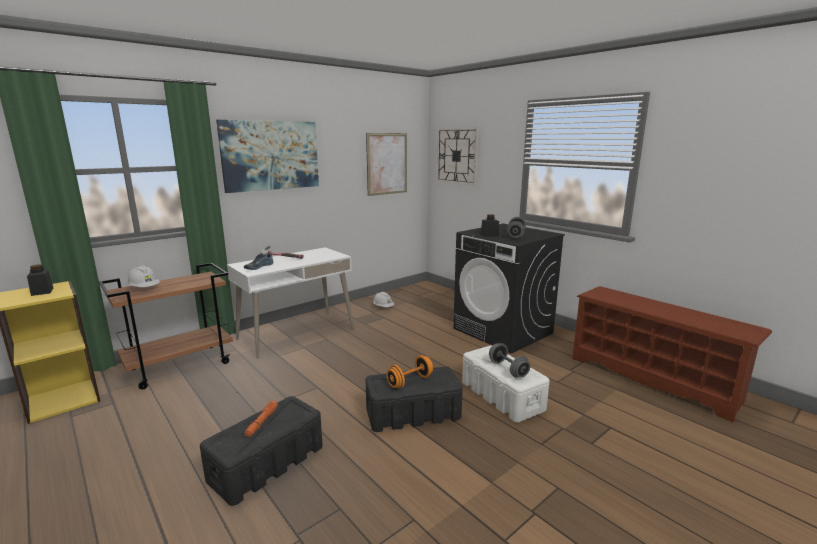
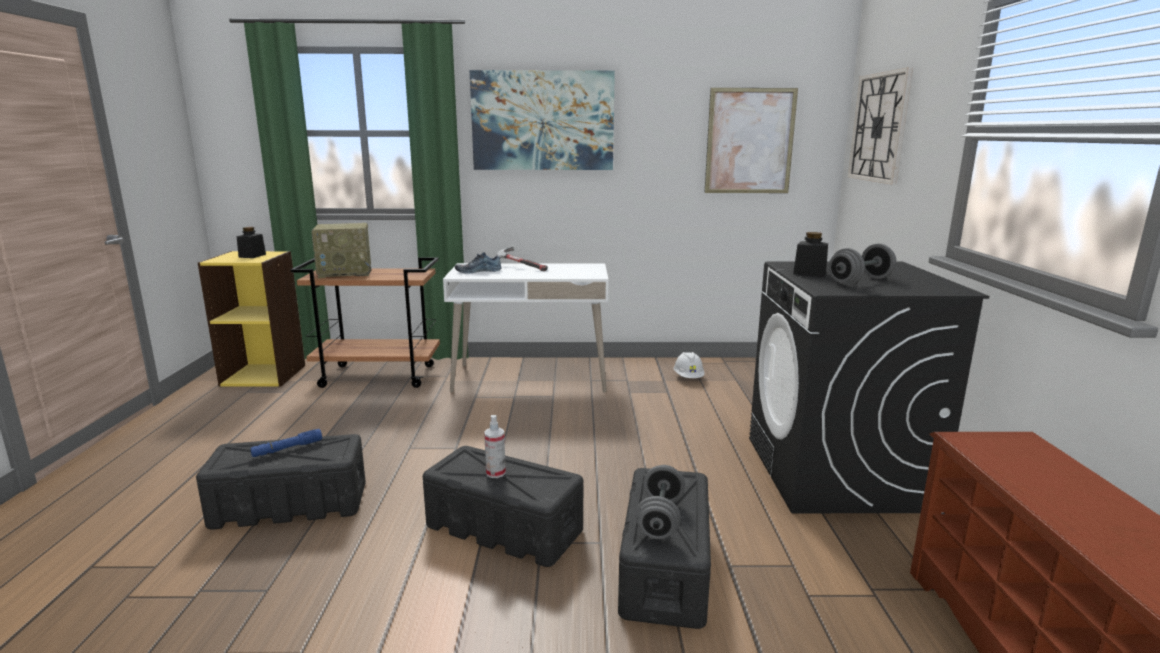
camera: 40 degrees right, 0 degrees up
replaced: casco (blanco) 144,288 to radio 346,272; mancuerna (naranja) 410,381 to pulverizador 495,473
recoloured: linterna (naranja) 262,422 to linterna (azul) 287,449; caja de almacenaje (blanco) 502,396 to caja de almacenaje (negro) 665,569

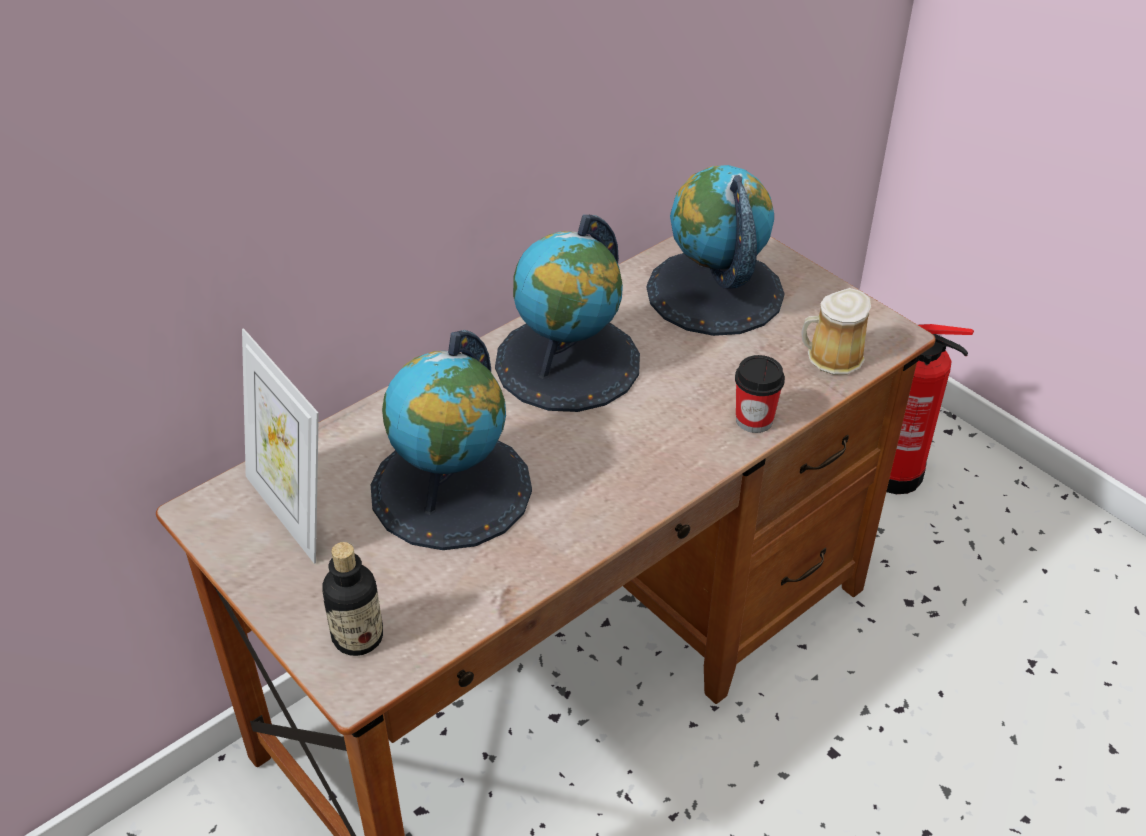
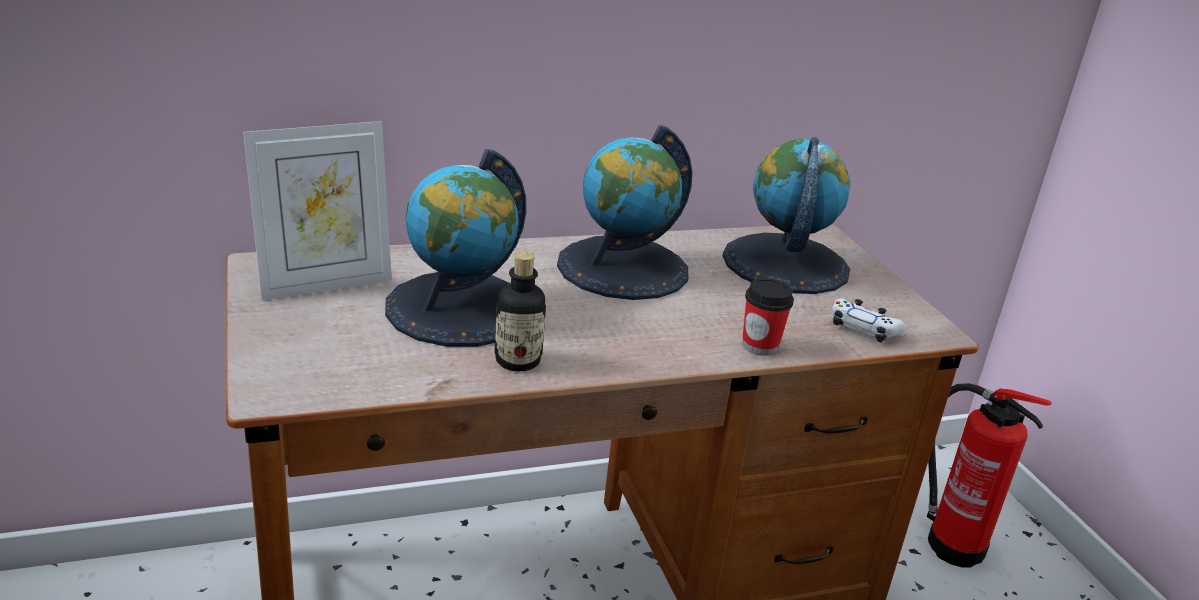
camera: 20 degrees right, 15 degrees down
moved: botella 358,637 to 517,361
replaced: taza grande 831,357 to mando de consola (blanco) 864,329
turned: portarretratos 293,511 = 324,284 105 degrees counterclockwise

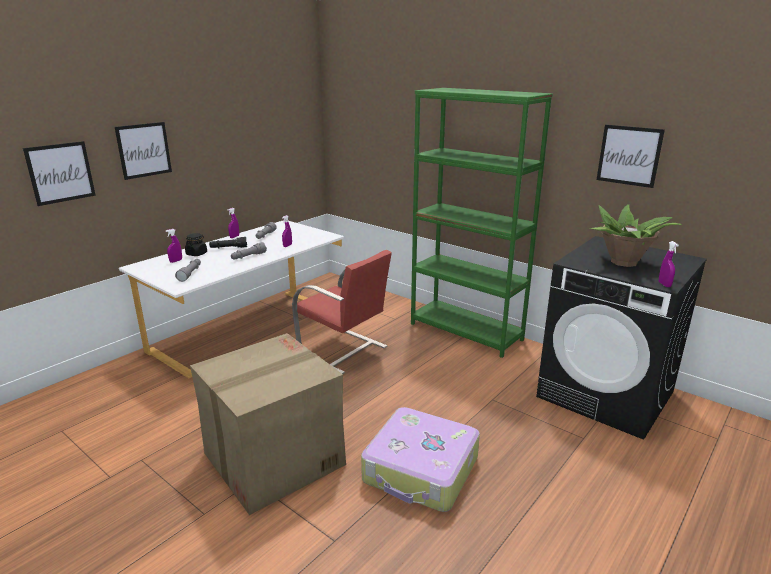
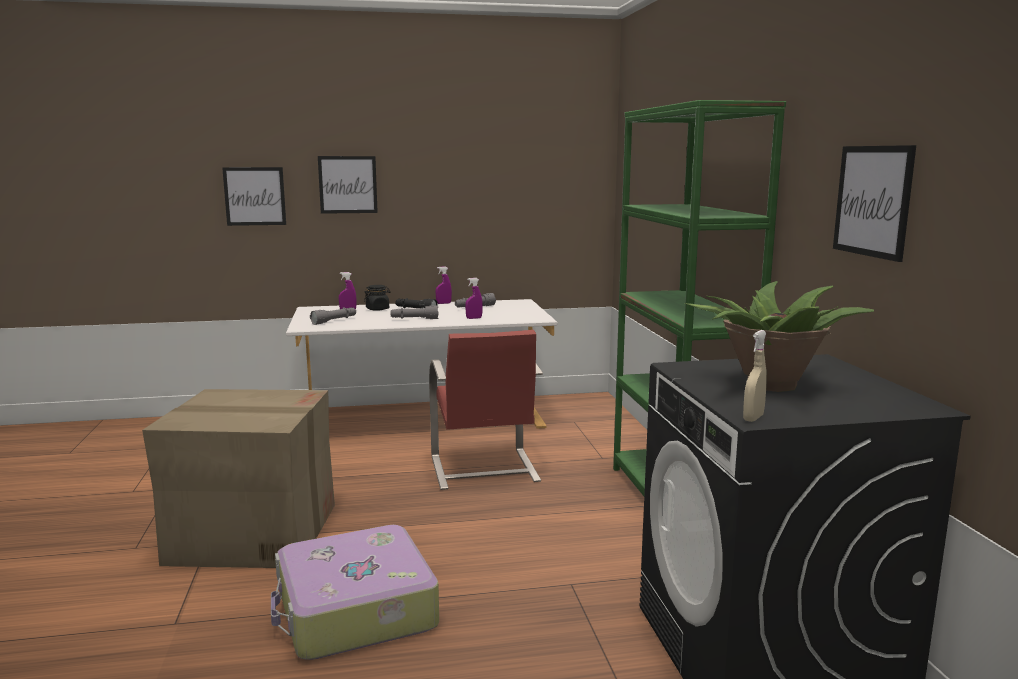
camera: 40 degrees right, 10 degrees down
recoloured: pulverizador (morado) 664,284 to pulverizador (beis) 753,418

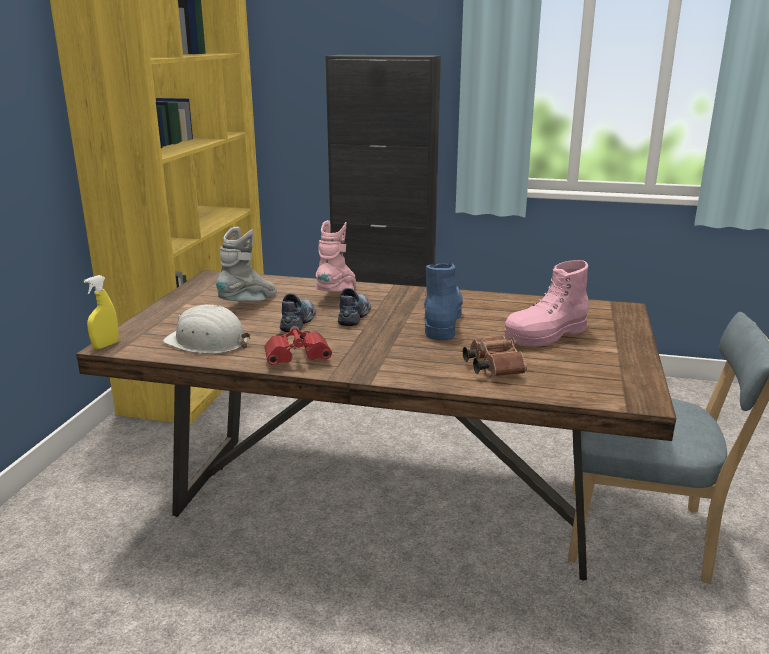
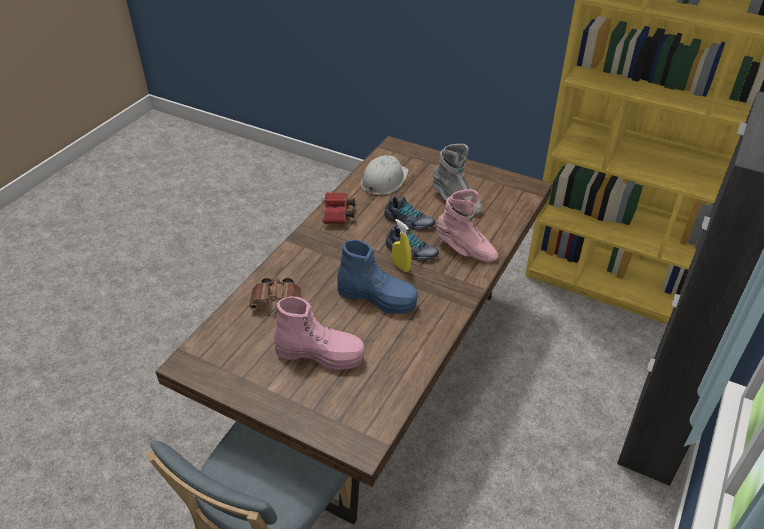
camera: 105 degrees right, 20 degrees up
moved: pulverizador (amarillo) 106,345 to 401,267
turned: bota (rosa) 546,336 = 320,354 120 degrees clockwise

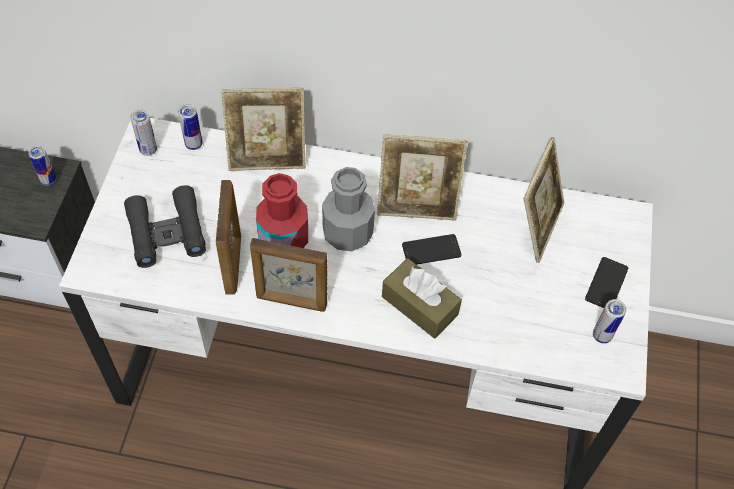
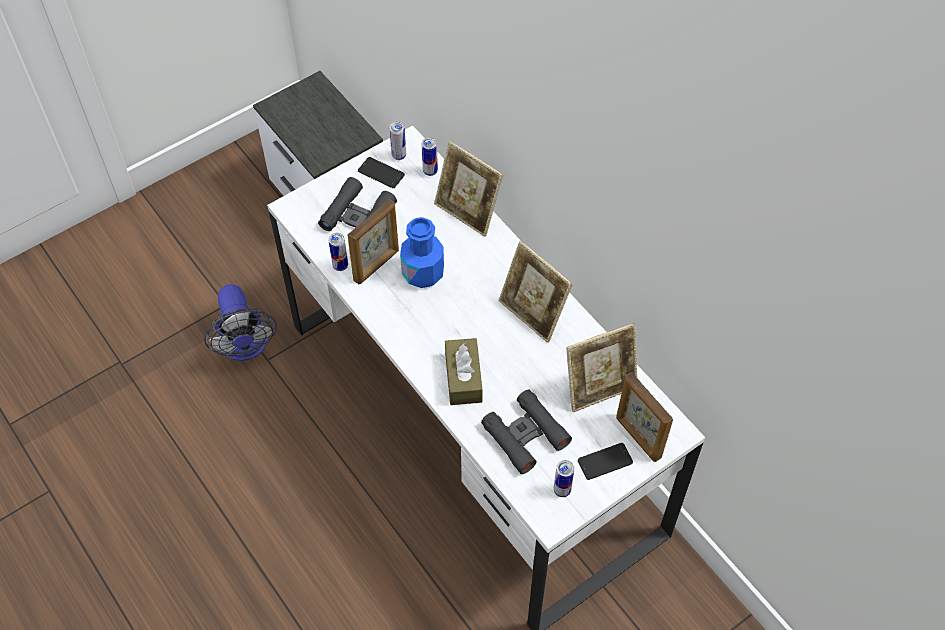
camera: 45 degrees right, 0 degrees up
removed: botella (gris) 347,233
added: ventilador 245,346; prismáticos (negro) 525,435
moved: lata 49,180 to 340,266; móvil 431,250 to 381,173; portarretratos 291,301 to 638,438
recoloured: botella (rojo) 284,239 to botella (azul) 423,273

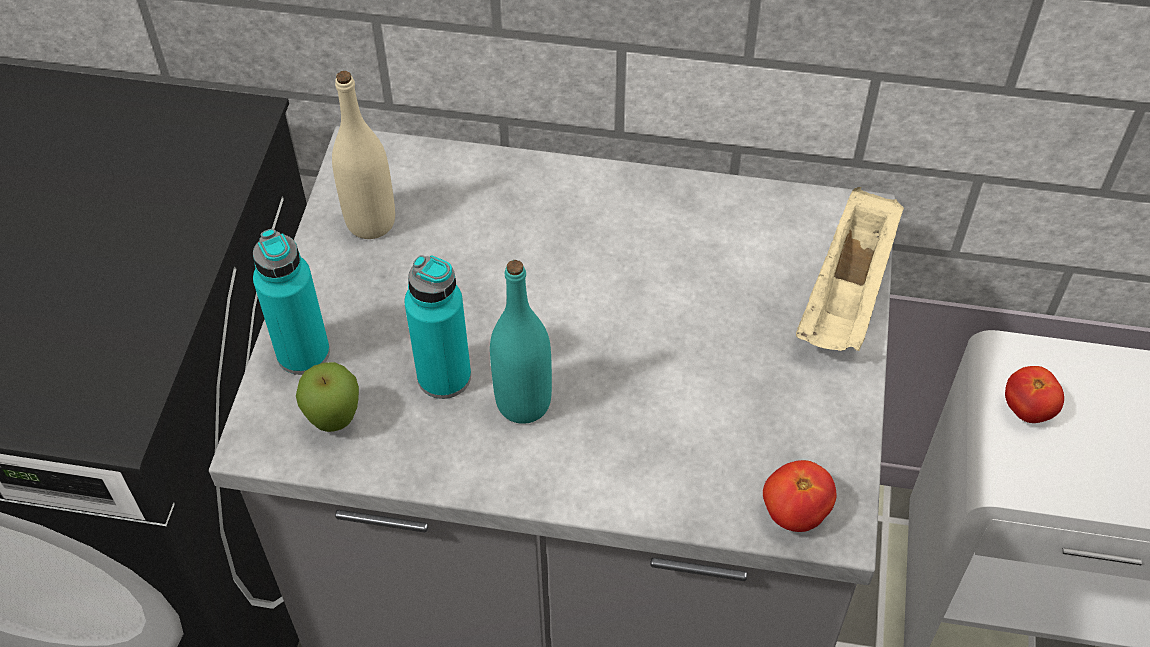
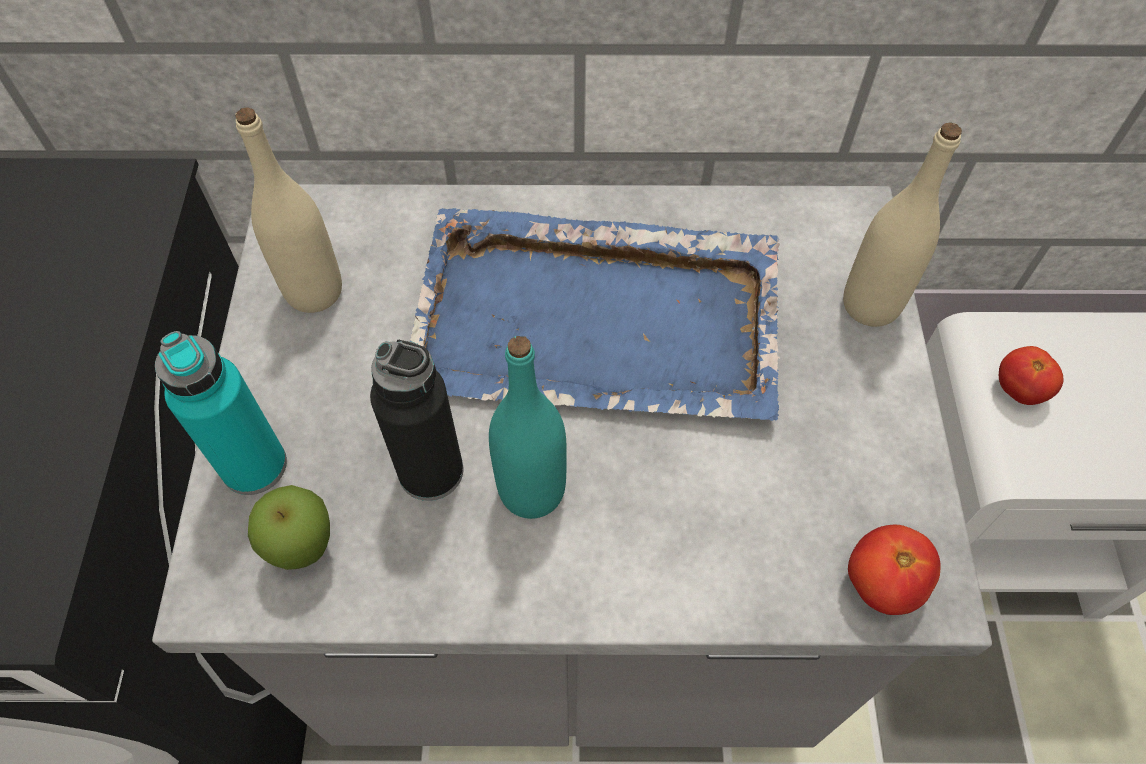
camera: 10 degrees left, 5 degrees up
added: bandeja (azul) 599,321
replaced: bandeja (beis) 847,294 to botella (beis) 870,305
recoloured: botella (turquesa) 444,377 to botella (negro) 431,471

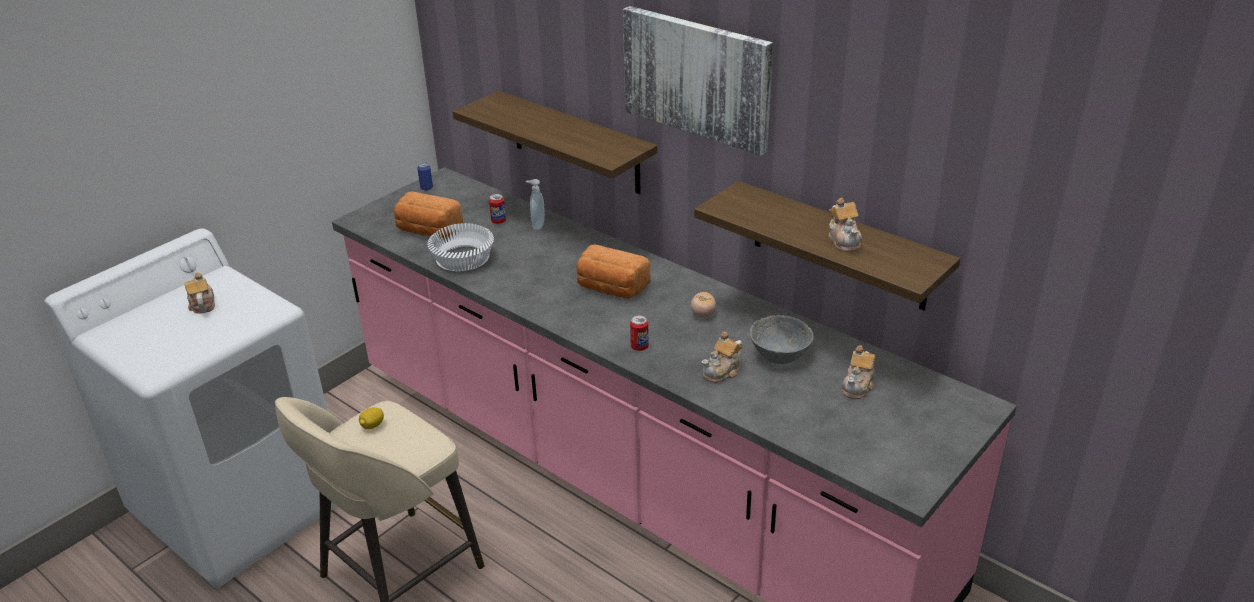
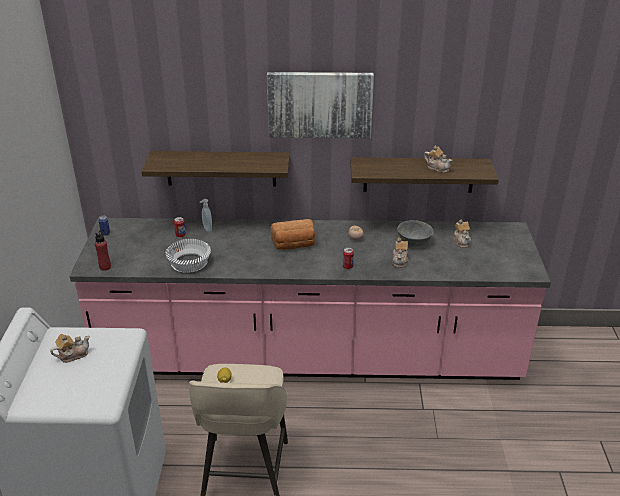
camera: 40 degrees left, 0 degrees up
removed: pan 428,231
added: botella (rojo) 105,267
turned: tetera 202,304 = 72,355 120 degrees clockwise

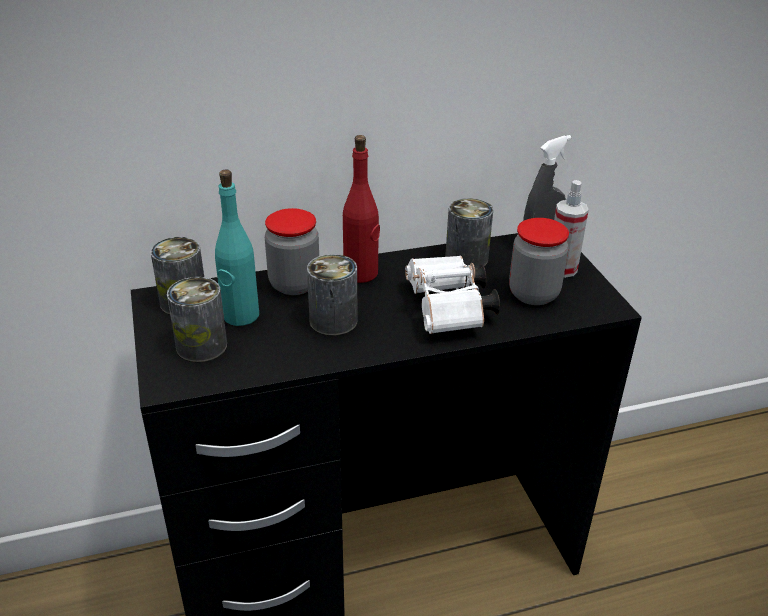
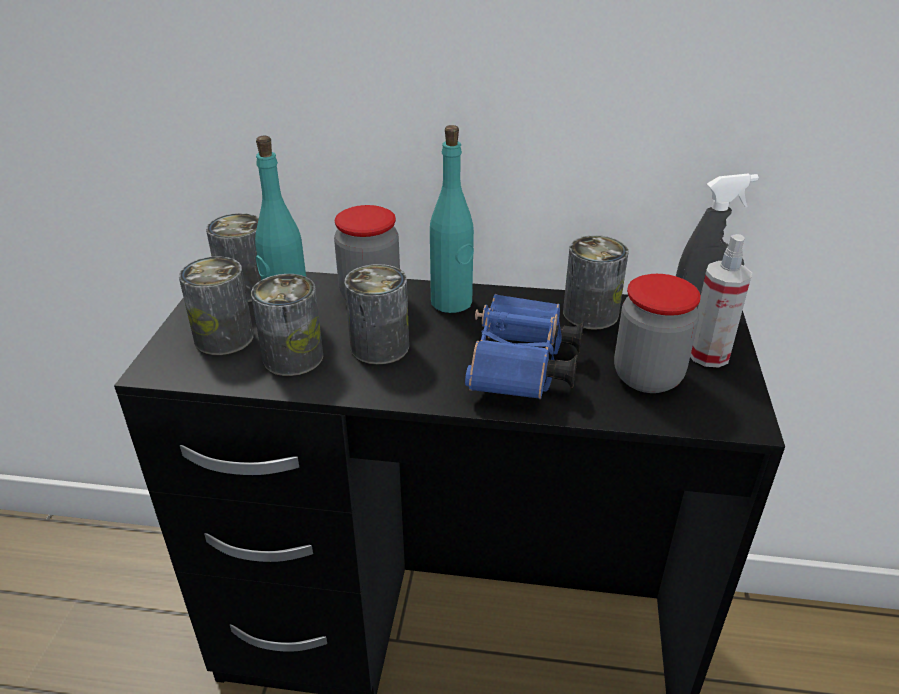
camera: 25 degrees right, 0 degrees up
added: lata 293,357
recoloured: botella (rojo) 361,274 to botella (turquesa) 452,302; prismáticos (blanco) 449,311 to prismáticos (azul) 522,370

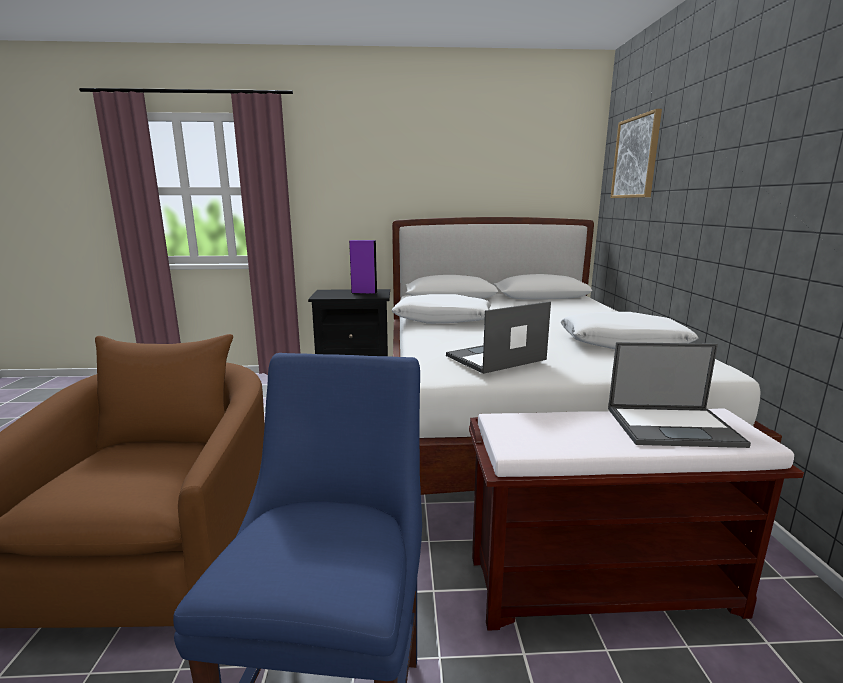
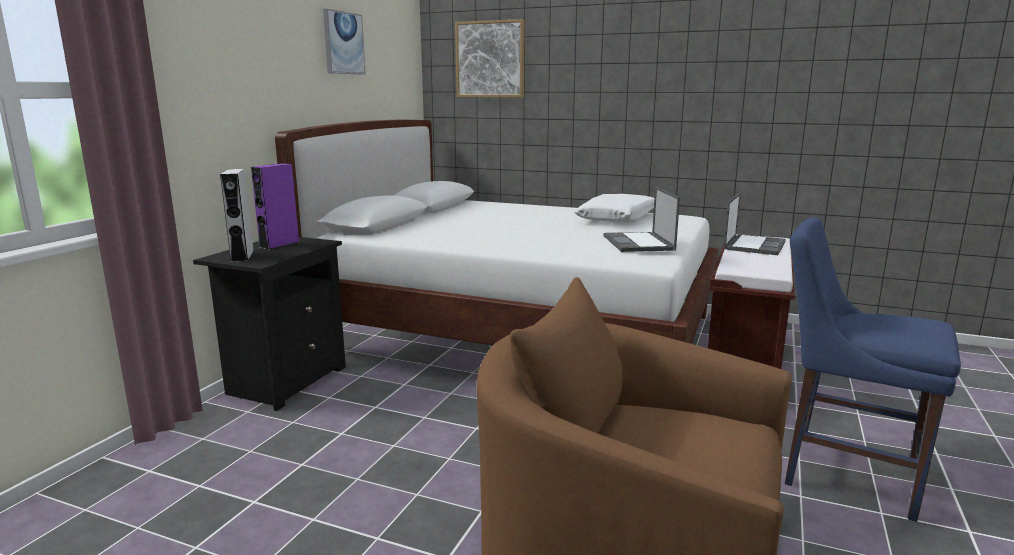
camera: 65 degrees left, 0 degrees up
removed: cojín (blanco) 443,319
added: altavoz (gris) 242,256; cuadro 343,43

